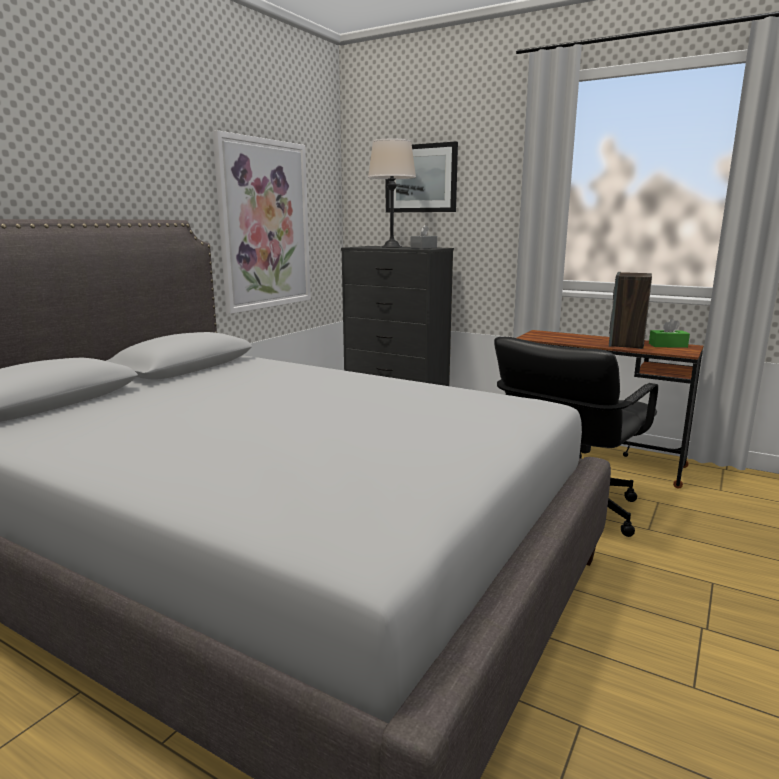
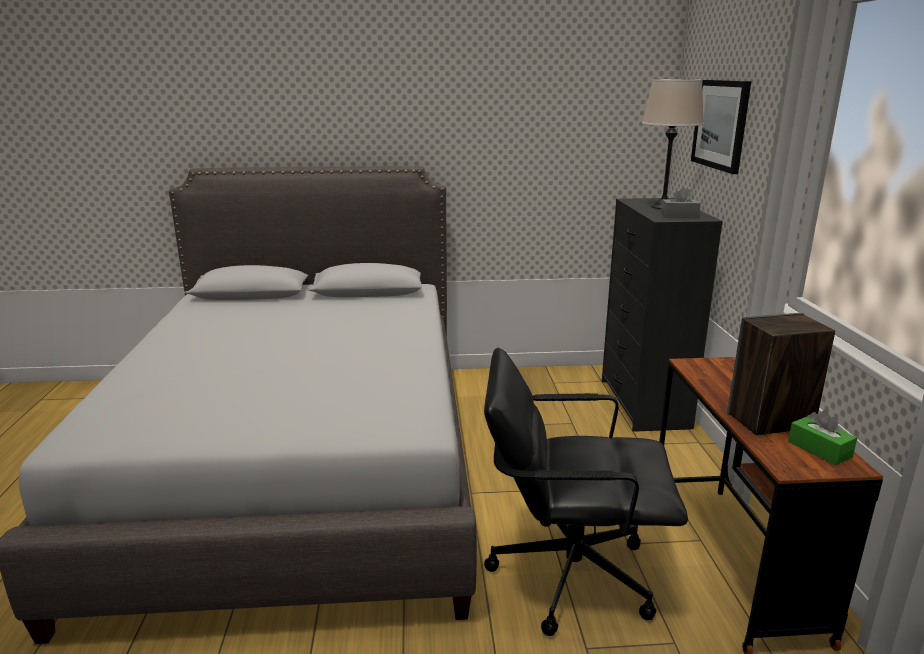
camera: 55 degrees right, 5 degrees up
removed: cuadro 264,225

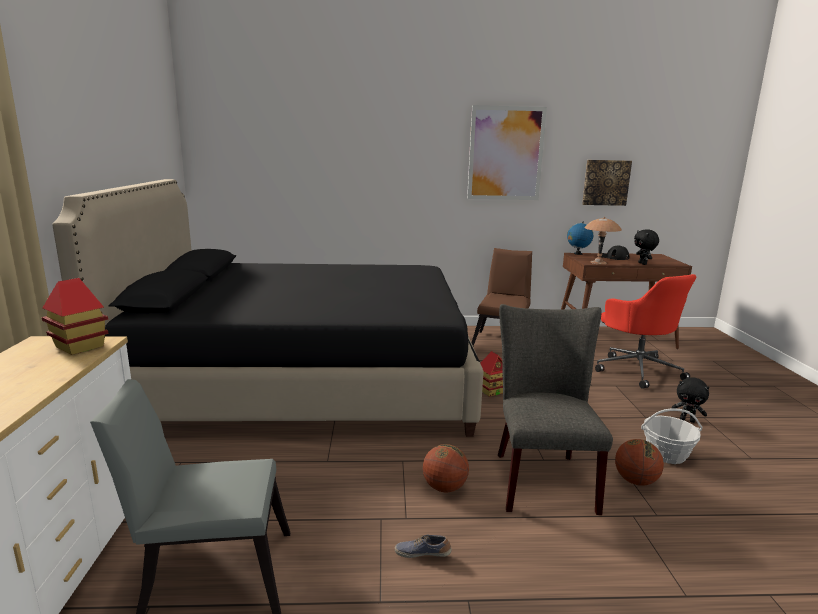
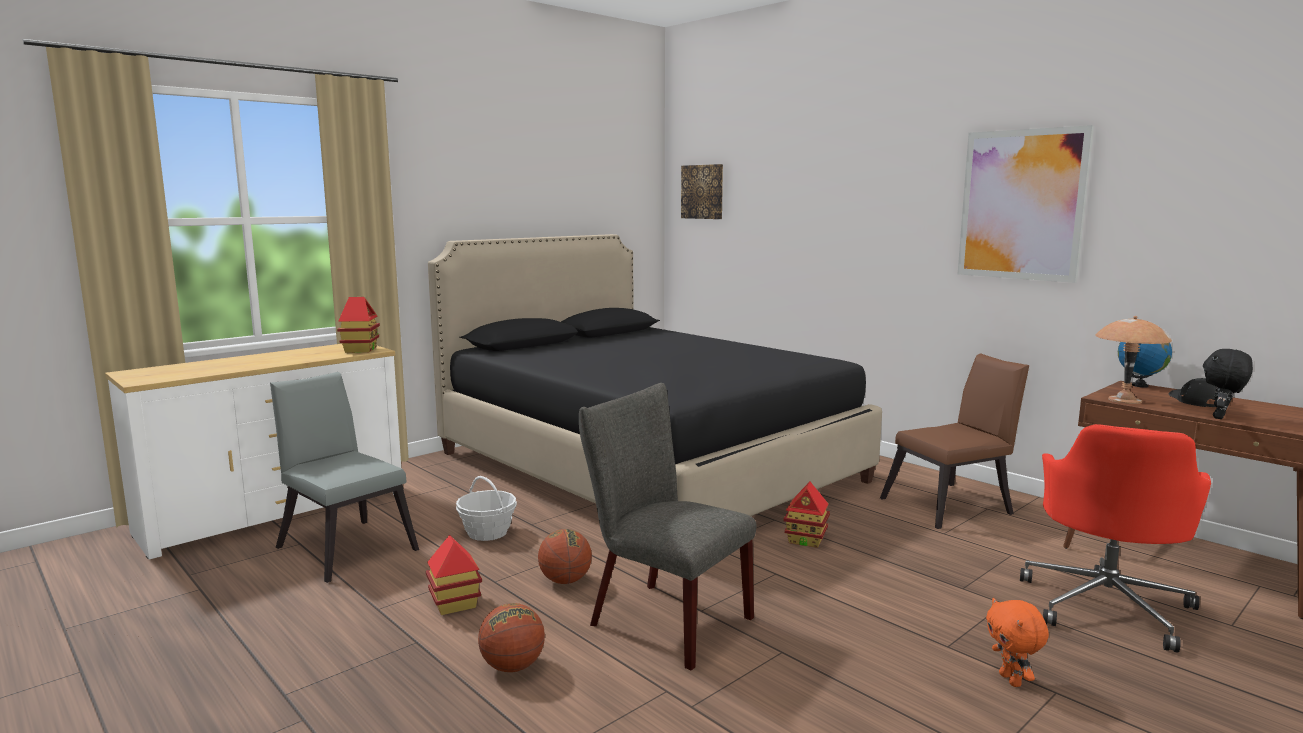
camera: 50 degrees right, 5 degrees down
moved: cesta 666,454 to 487,532; balón de baloncesto 635,481 to 512,666; cuadro 606,182 to 703,192
replaced: zapato 422,553 to casita 455,604
recoloured: peluche (negro) 687,420 to peluche (naranja) 1011,680
turned: silla (gris) 541,477 = 661,619 105 degrees counterclockwise

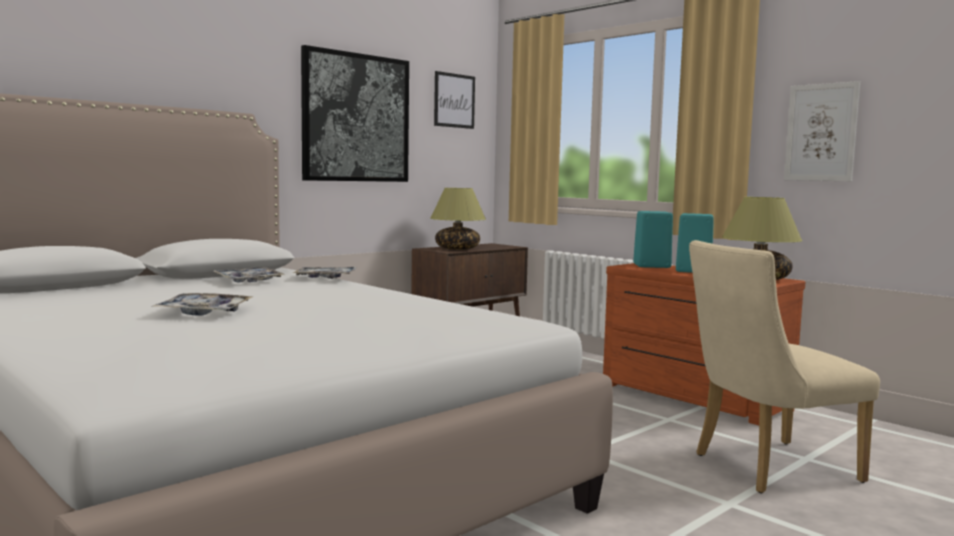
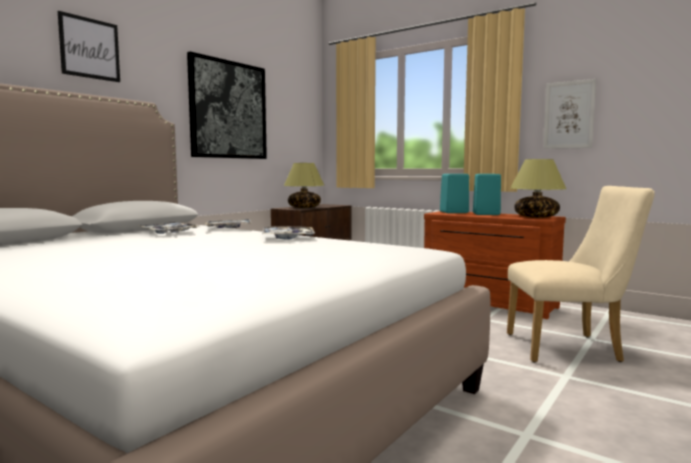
camera: 10 degrees left, 0 degrees up
moved: cuadro 454,100 to 90,48; bandeja 204,312 to 288,238
turned: silla (beis) 765,468 = 570,348 150 degrees counterclockwise

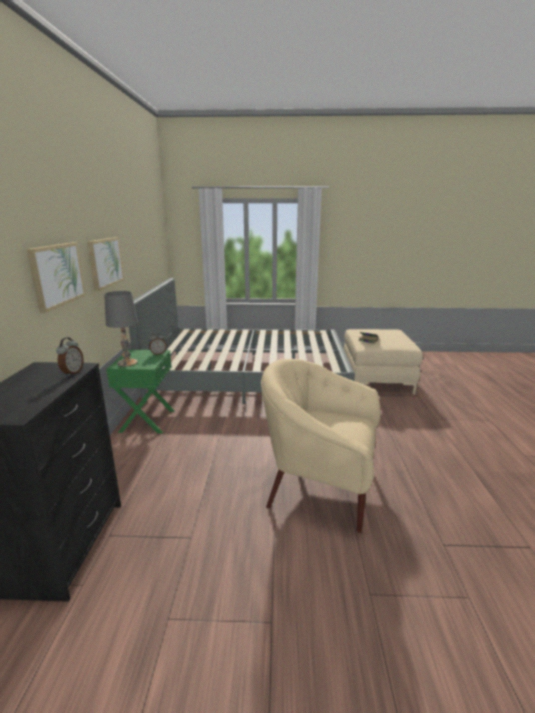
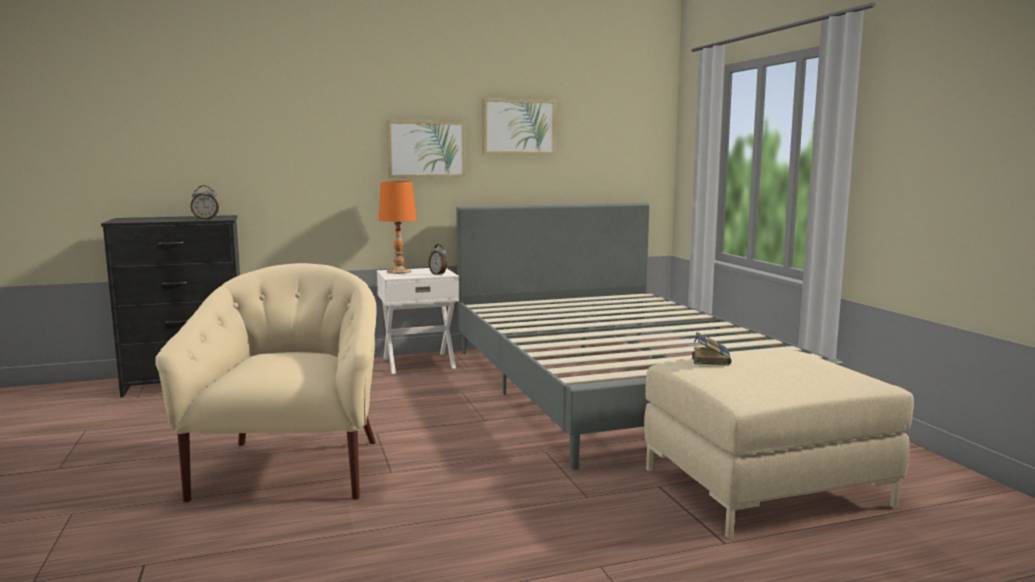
camera: 70 degrees right, 10 degrees down
moved: cuadro 57,275 to 518,127
recoloured: mesita de noche (verde) 146,421 to mesita de noche (blanco) 418,362; lámpara de mesa (gris) 127,362 to lámpara de mesa (naranja) 399,271

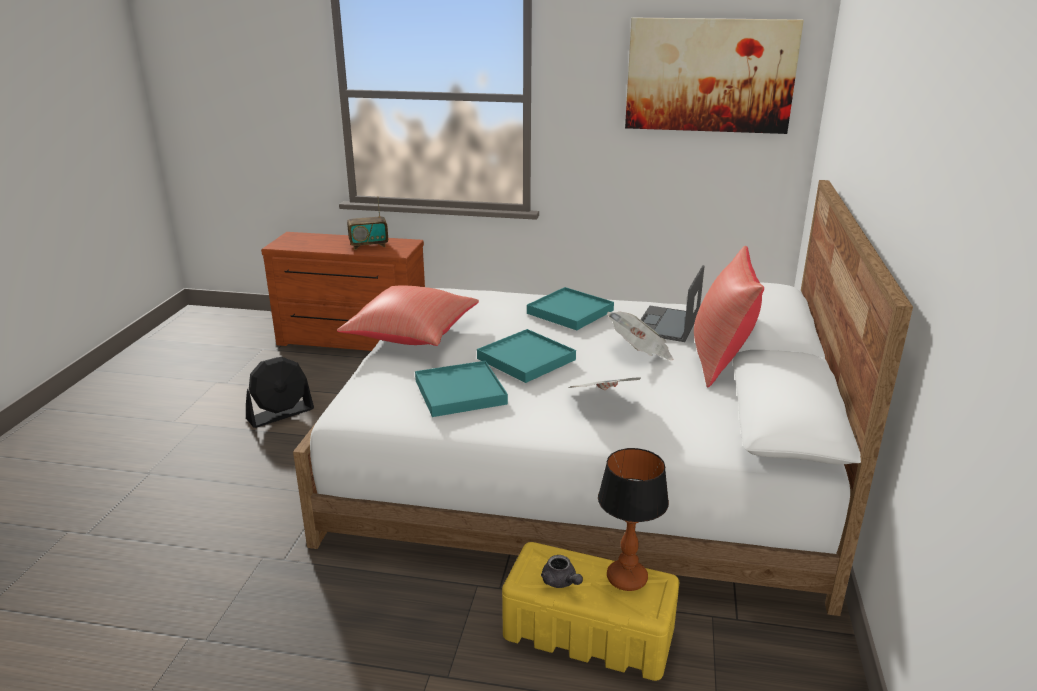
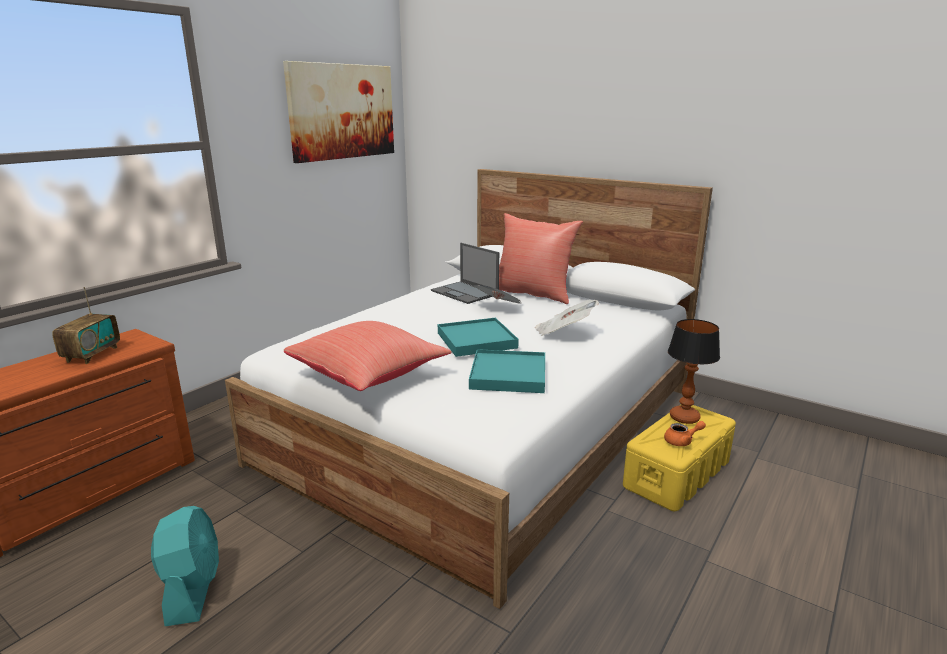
camera: 65 degrees left, 5 degrees down
removed: bandeja (turquesa) 570,312
recoloured: ventilador (negro) 280,414 to ventilador (turquesa) 193,589; tetera (gris) 561,582 to tetera (naranja) 682,441

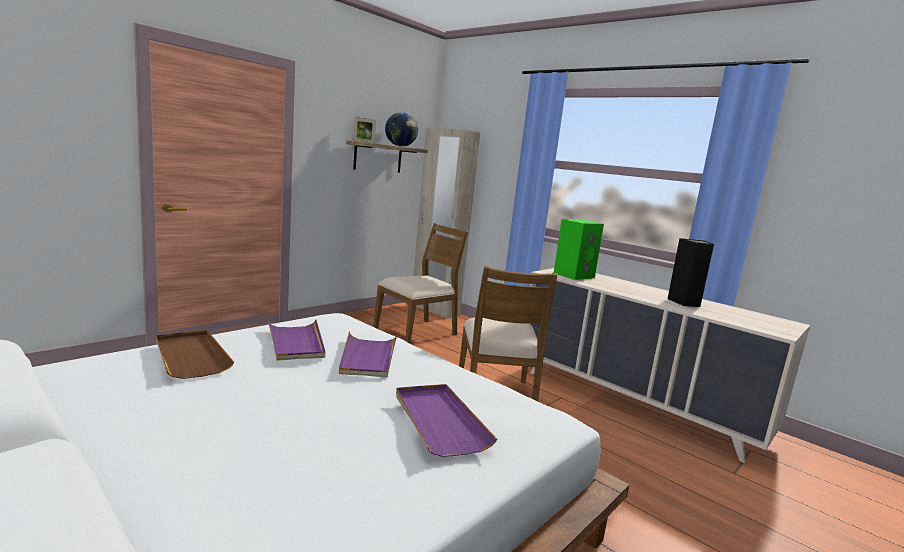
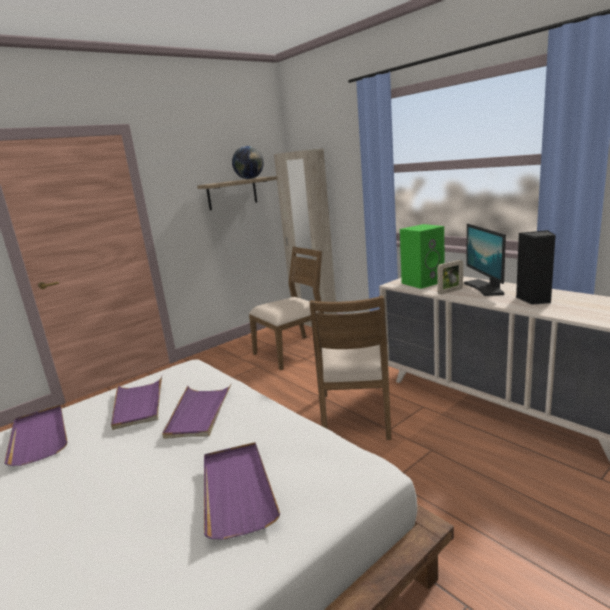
camera: 10 degrees right, 5 degrees up
added: monitor 485,288
moved: portarretratos 363,142 to 450,291
recoloured: bandeja (marrón) 191,356 to bandeja (morado) 39,437

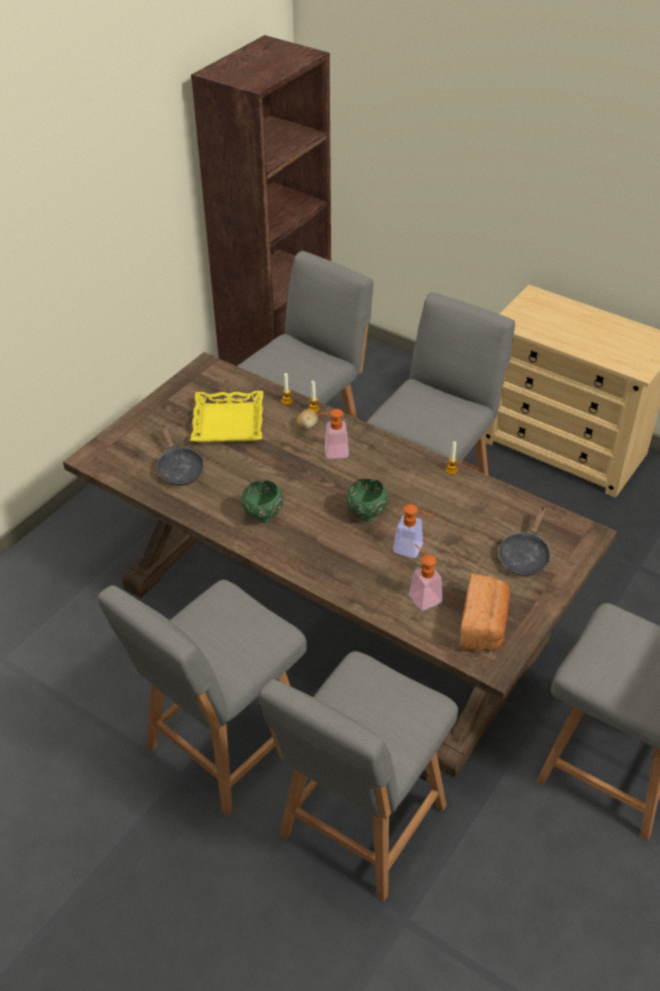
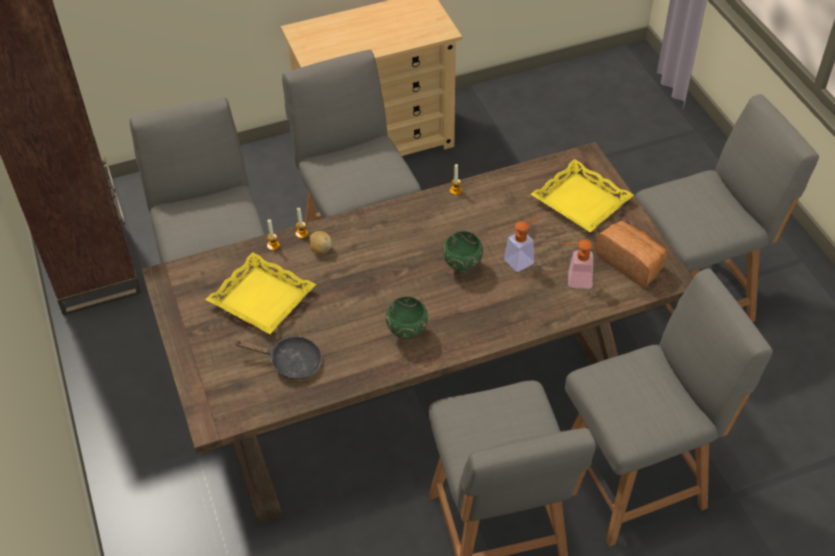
camera: 55 degrees left, 5 degrees up
removed: dispensador de jabón 331,452
replaced: sartén (negro) 524,556 to bandeja (amarillo) 580,202
turned: silla (gris) 359,826 = 637,479 90 degrees counterclockwise

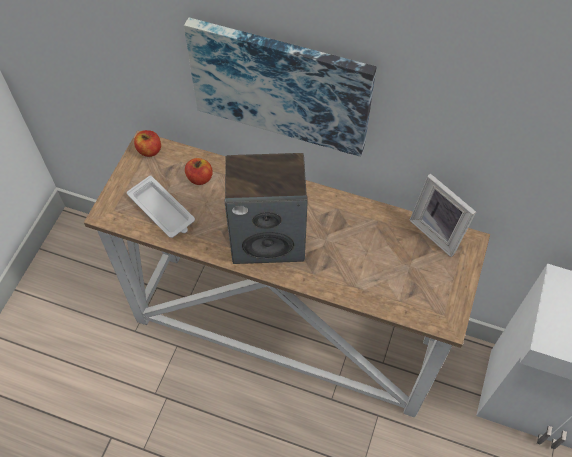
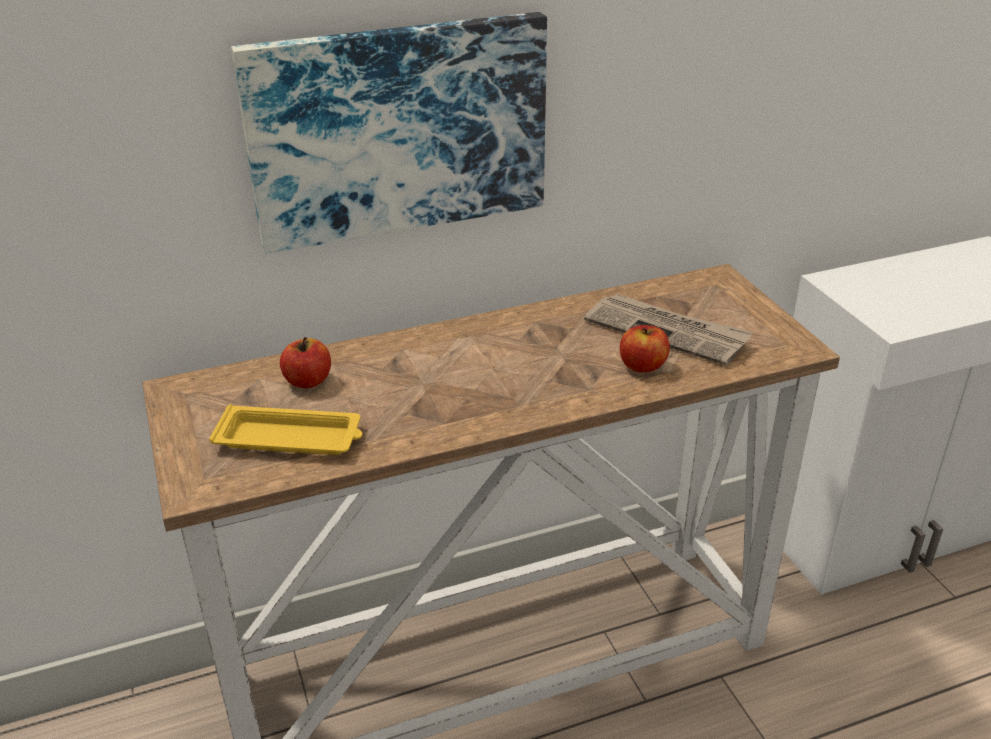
camera: 40 degrees left, 25 degrees down
removed: altavoz 268,240; portarretratos 438,231
added: periódico 667,332
moved: manzana 149,150 to 642,365
recoloured: bandeja (blanco) 162,211 to bandeja (amarillo) 291,439

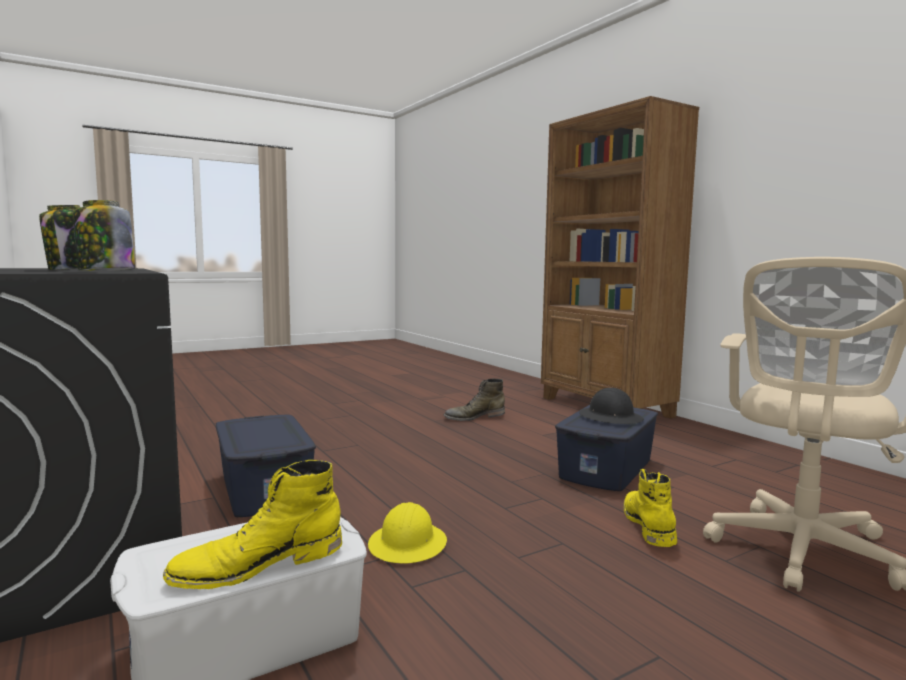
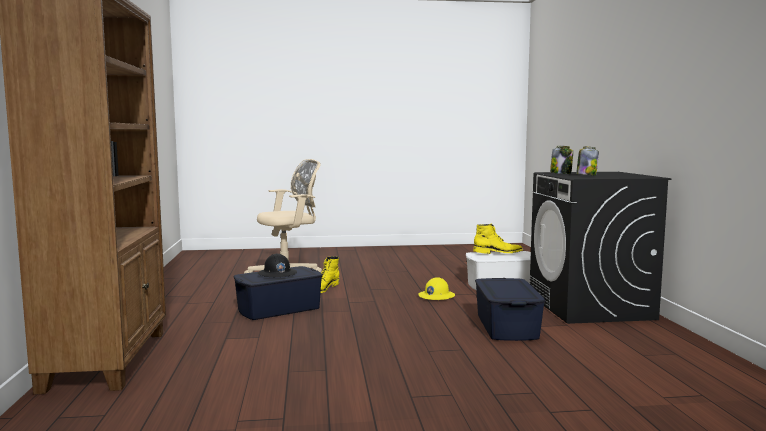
camera: 155 degrees left, 0 degrees up
removed: bota (verde) 474,417

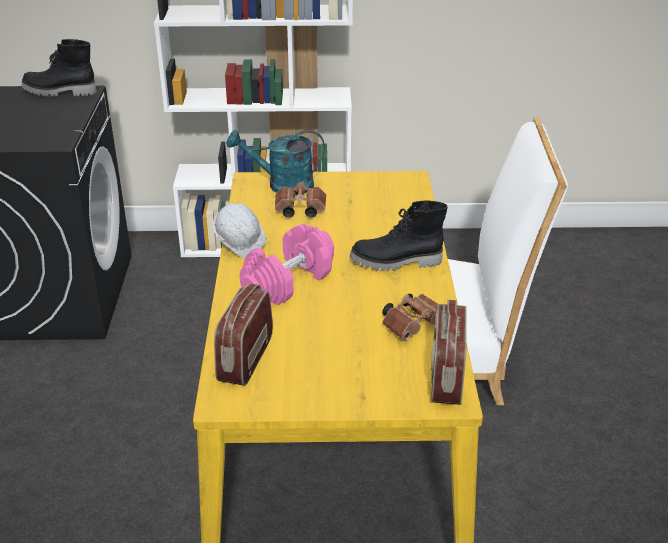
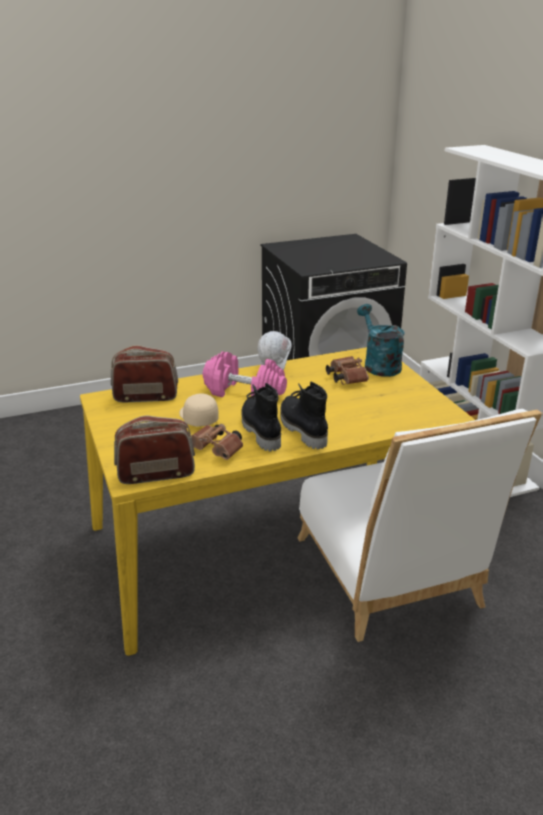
camera: 70 degrees right, 5 degrees down
added: gorra (beis) 197,417
moved: bota (negro) 59,92 to 259,430

